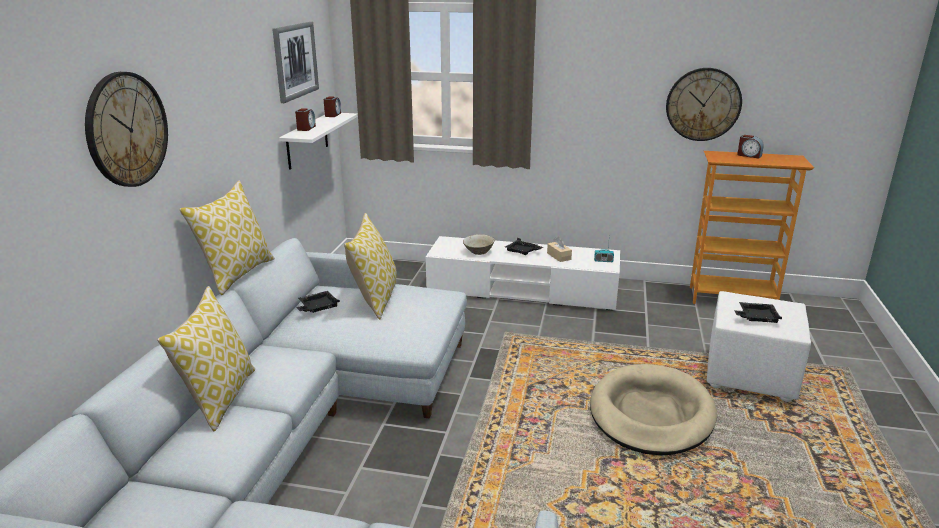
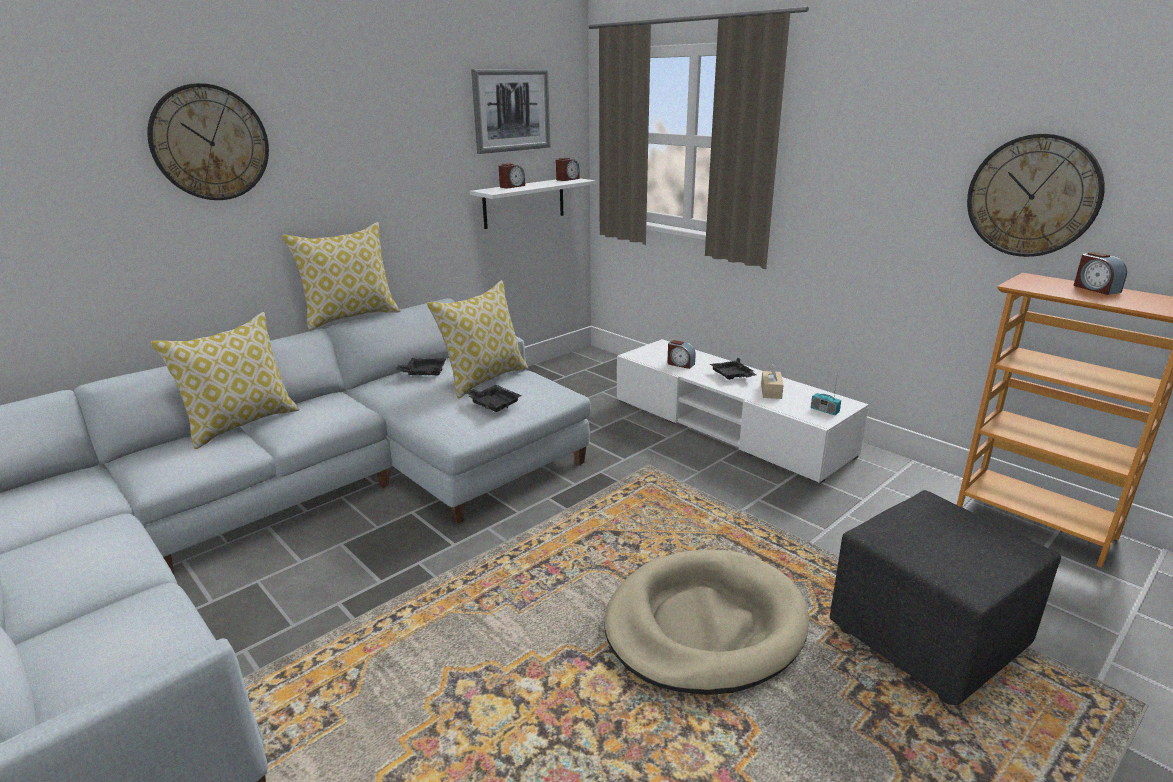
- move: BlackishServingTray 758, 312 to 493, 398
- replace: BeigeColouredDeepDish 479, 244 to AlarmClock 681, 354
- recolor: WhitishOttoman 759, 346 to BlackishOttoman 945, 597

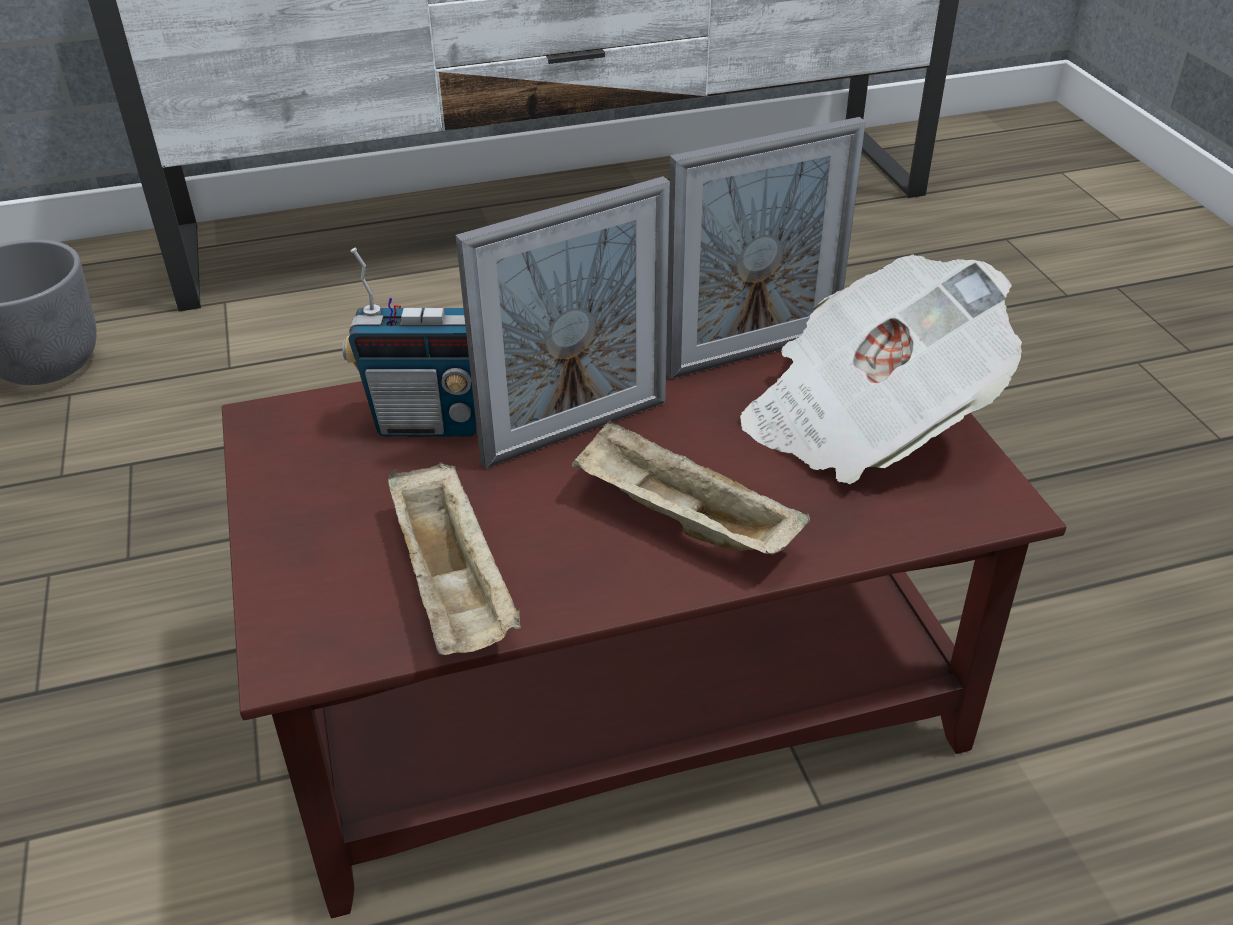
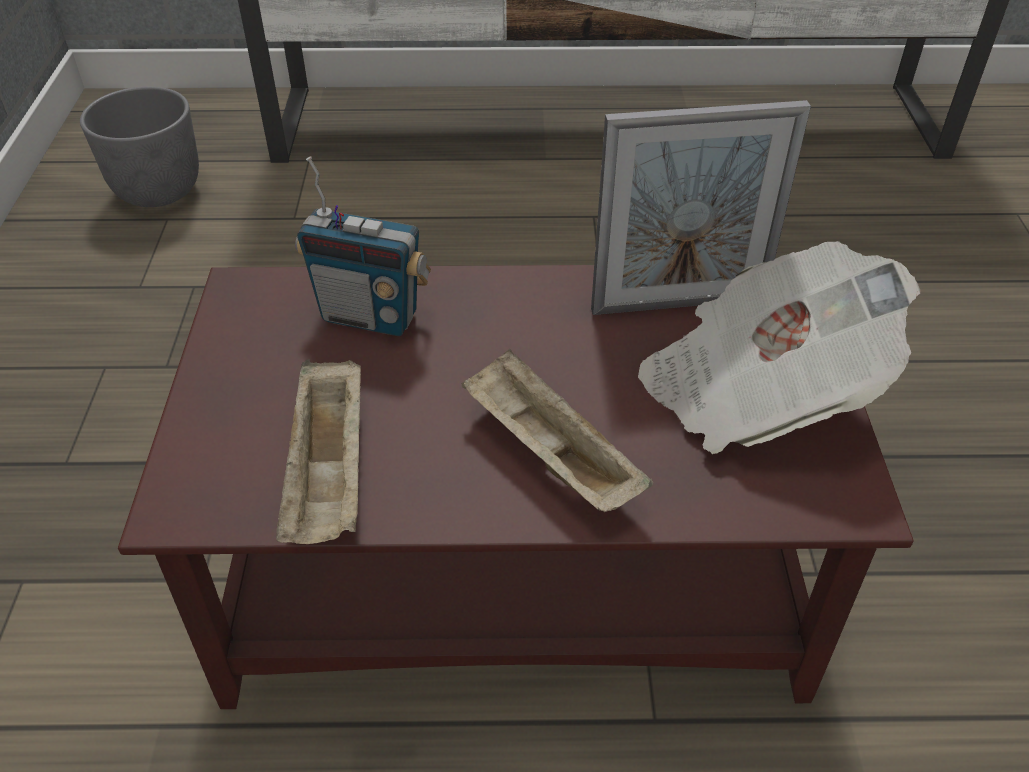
- delete: PhotoFrame 563, 322

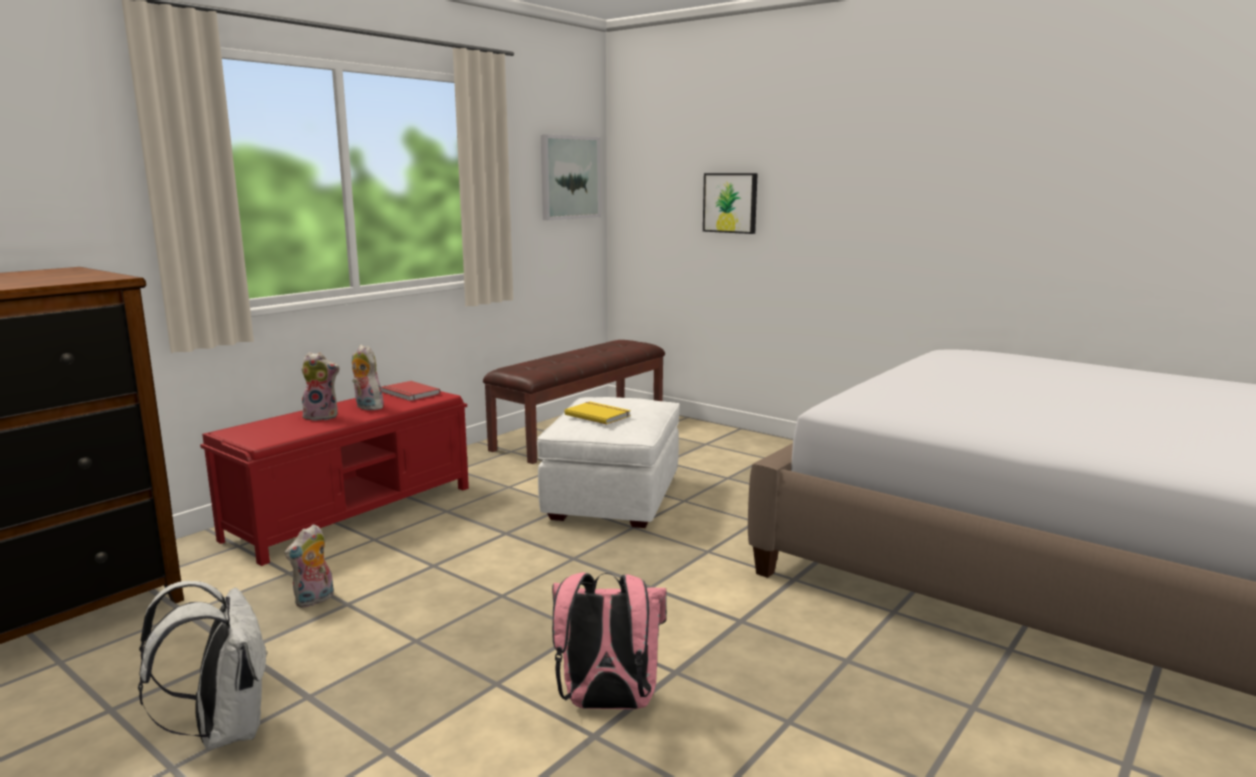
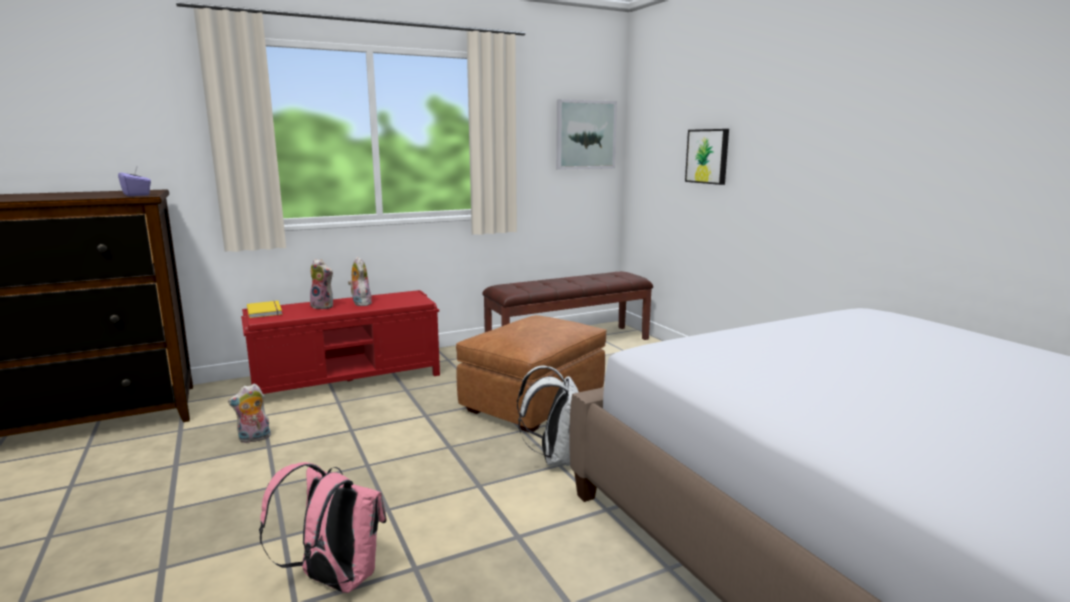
- insert: PurplishTissueHolder 134, 181
- move: YellowColouredVolume 598, 413 to 264, 309
- recolor: WhitishOttoman 608, 462 to BrownOttoman 531, 374
- move: WhitishBackpack 203, 665 to 548, 416
- delete: RedColouredVolume 411, 391

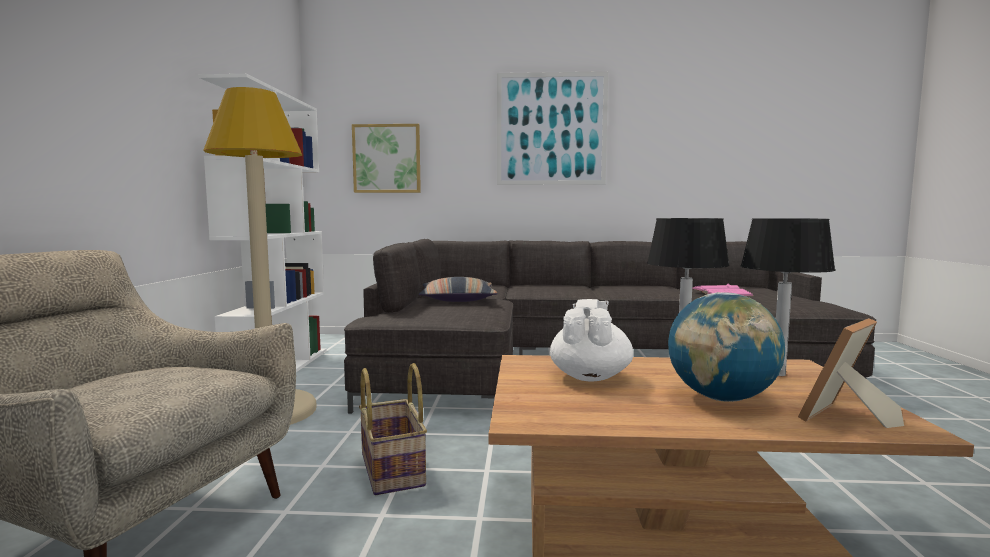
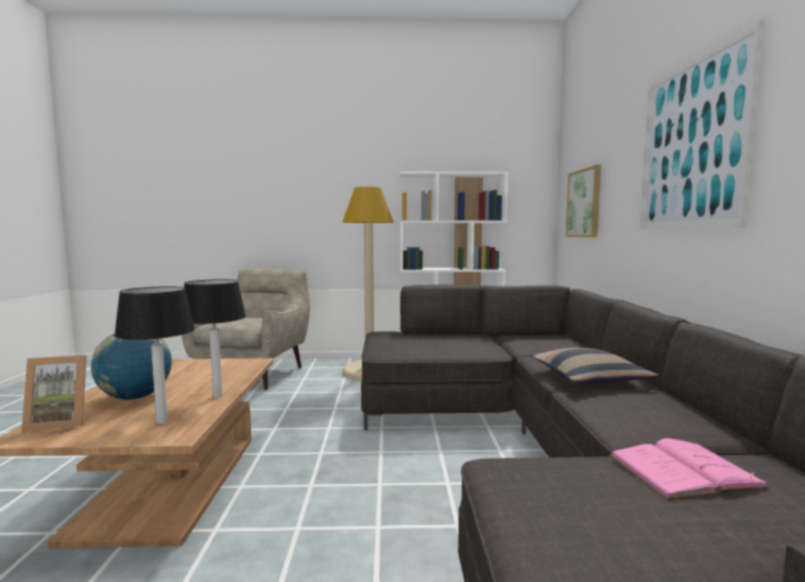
- rotate: PhotoFrame 851, 373 = 54, 393 120 degrees clockwise
- move: ThrowPillow 458, 289 to 594, 366
- delete: Basket 393, 429
- delete: WhitishTeaPot 591, 340

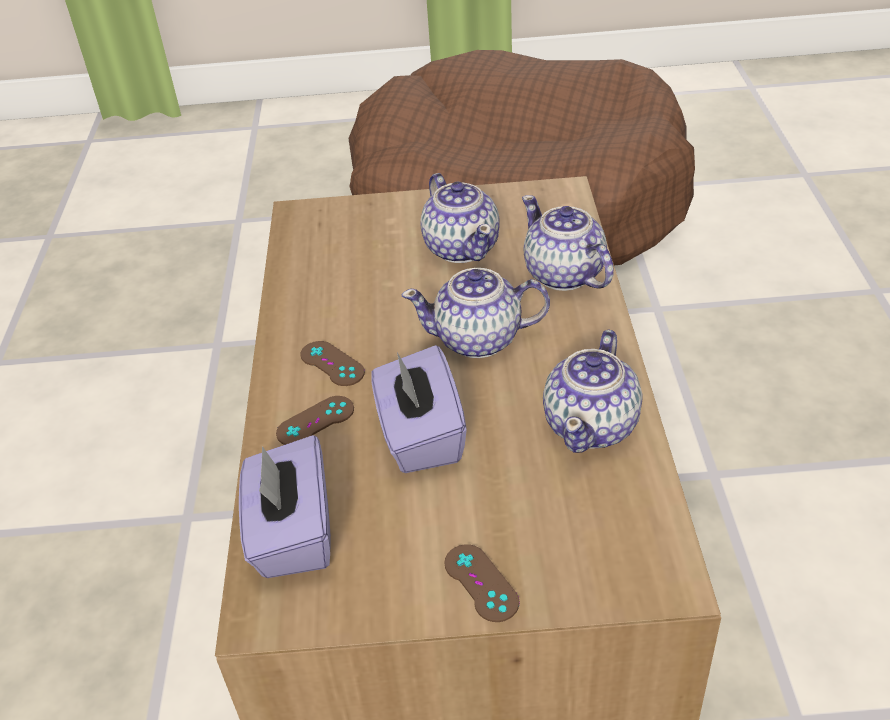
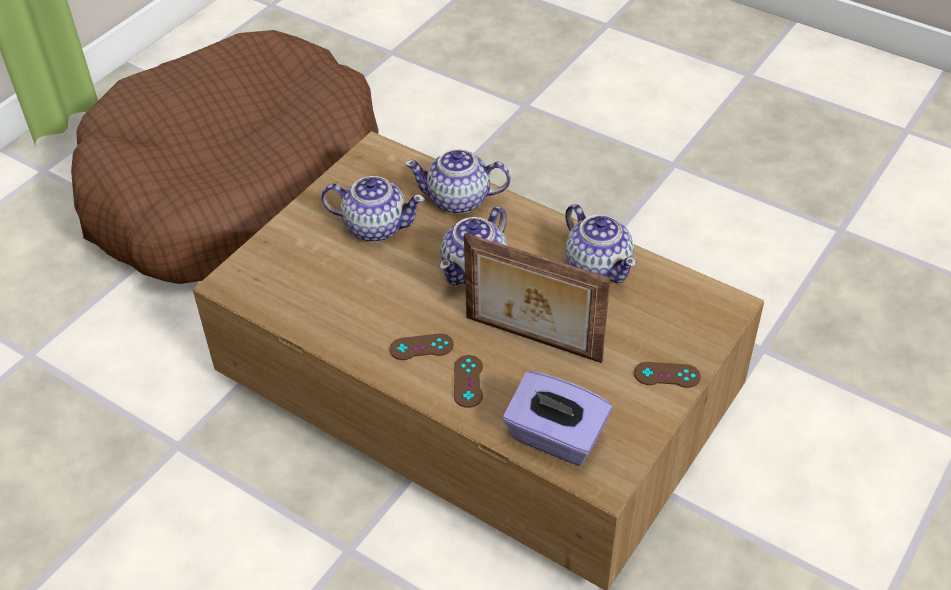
- replace: PurplishTissueHolder 419, 409 to PhotoFrame 537, 298

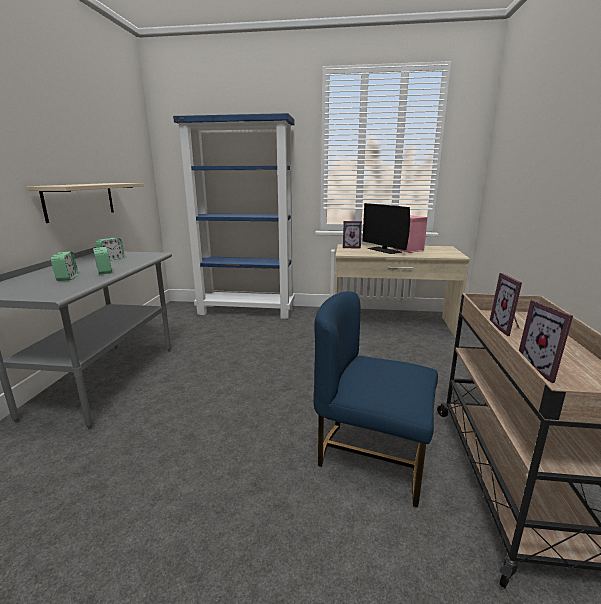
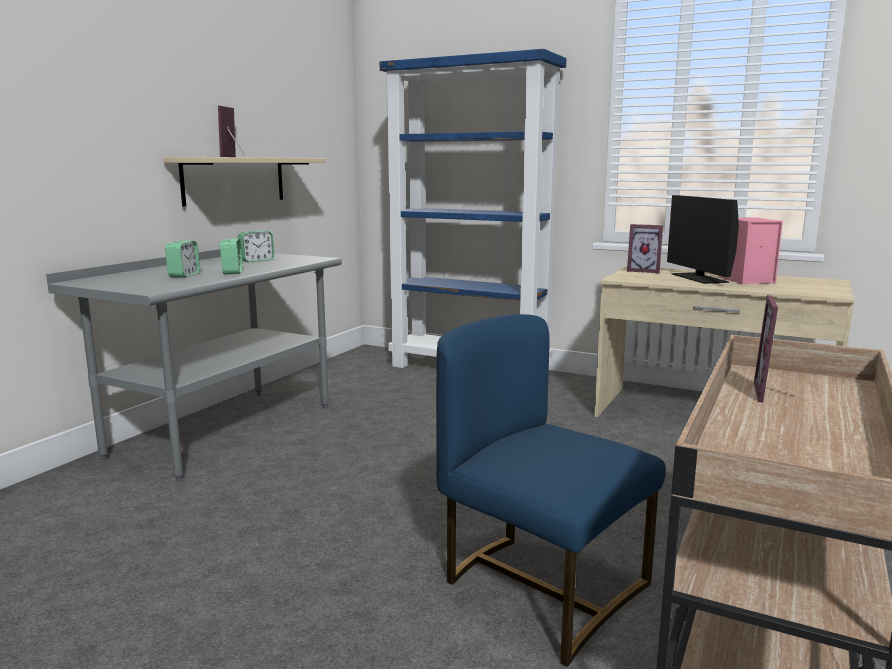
- move: PhotoFrame 546, 341 to 231, 131

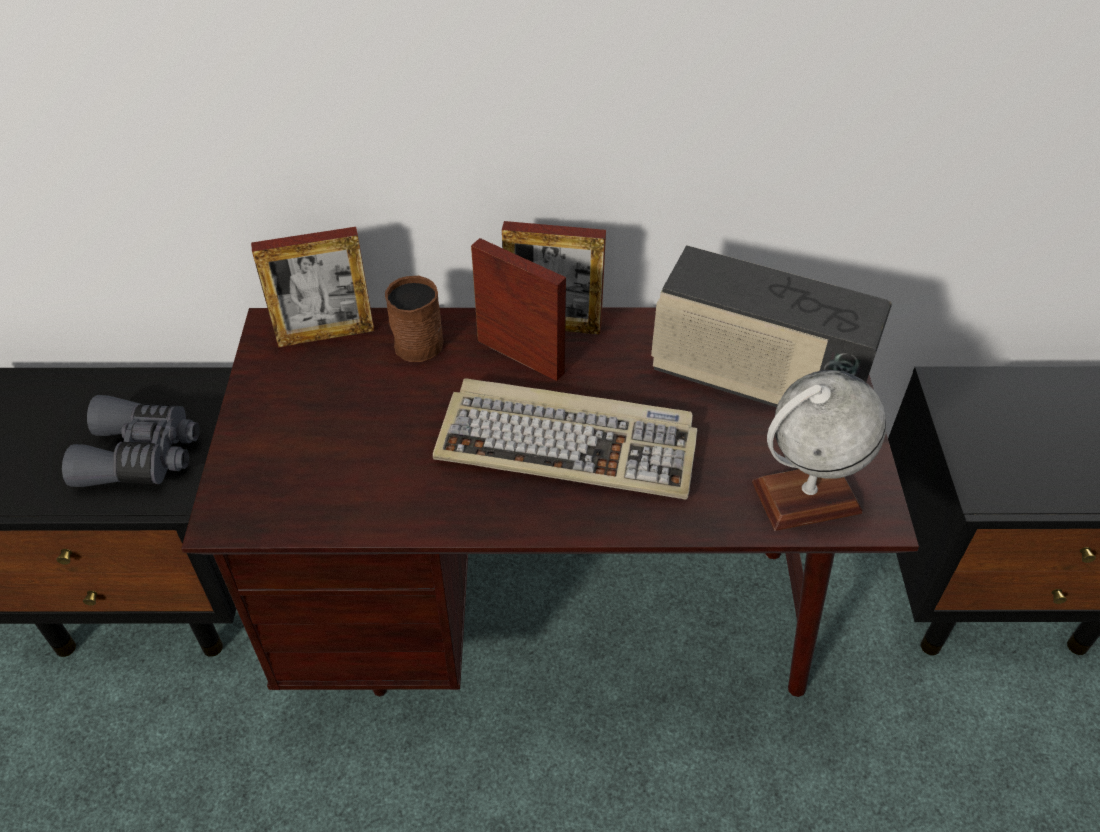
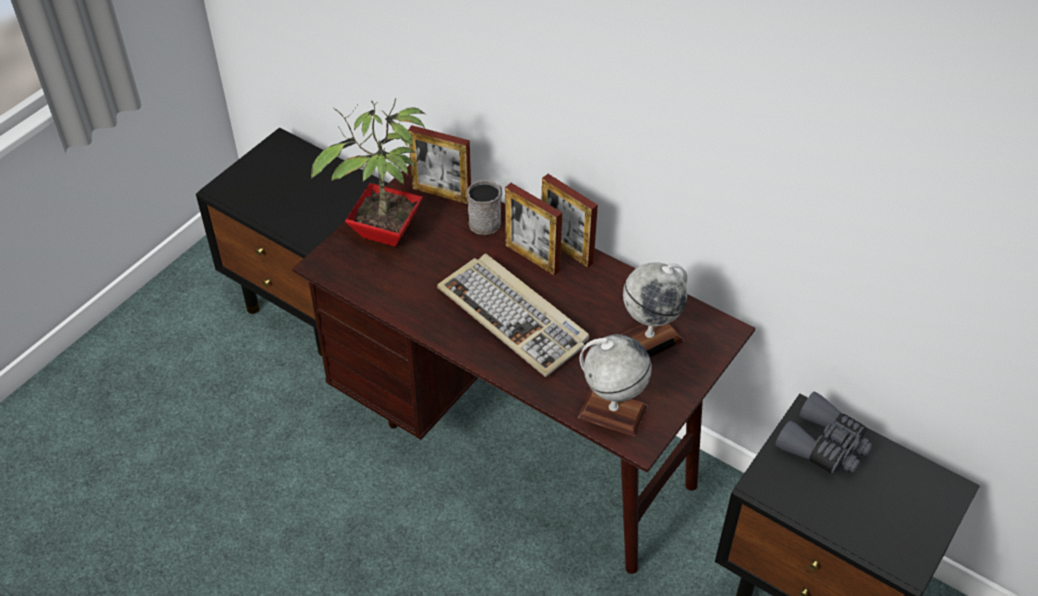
- insert: PlantInAPot 368, 172
- recolor: BrownCoffeeMug 414, 319 to GreyishCoffeeMug 484, 207
- rotate: PhotoFrame 518, 309 = 533, 229 150 degrees clockwise
- replace: RadioReceiver 771, 326 to Globe 654, 310
- move: GreyishBinoculars 131, 441 to 824, 433

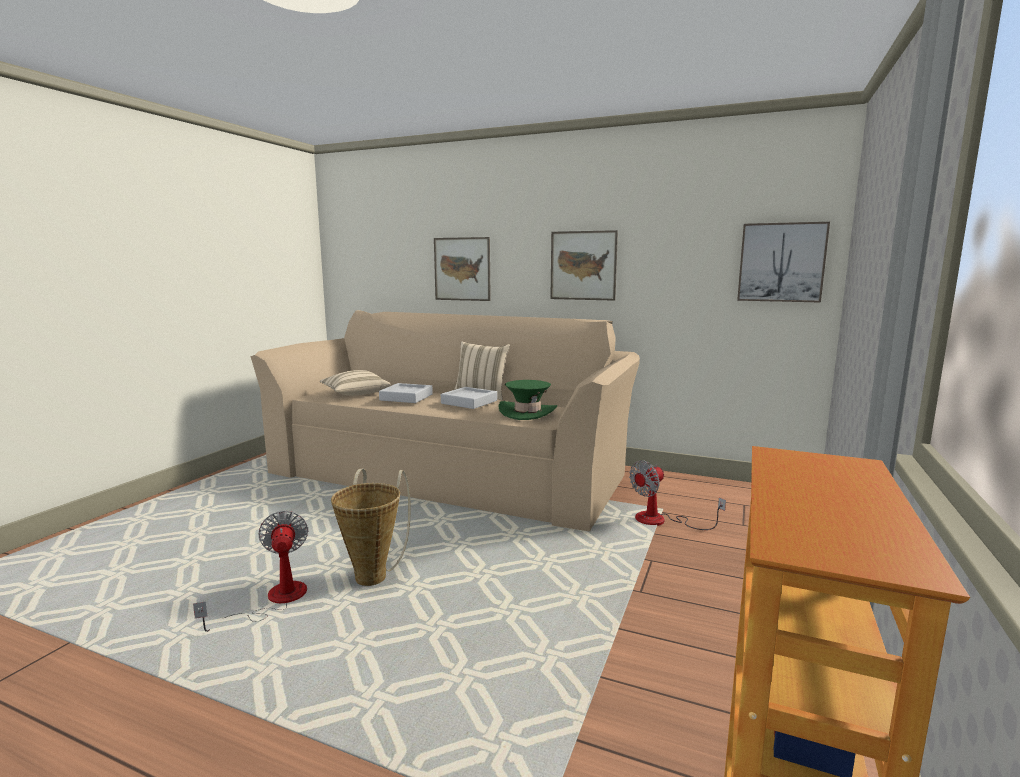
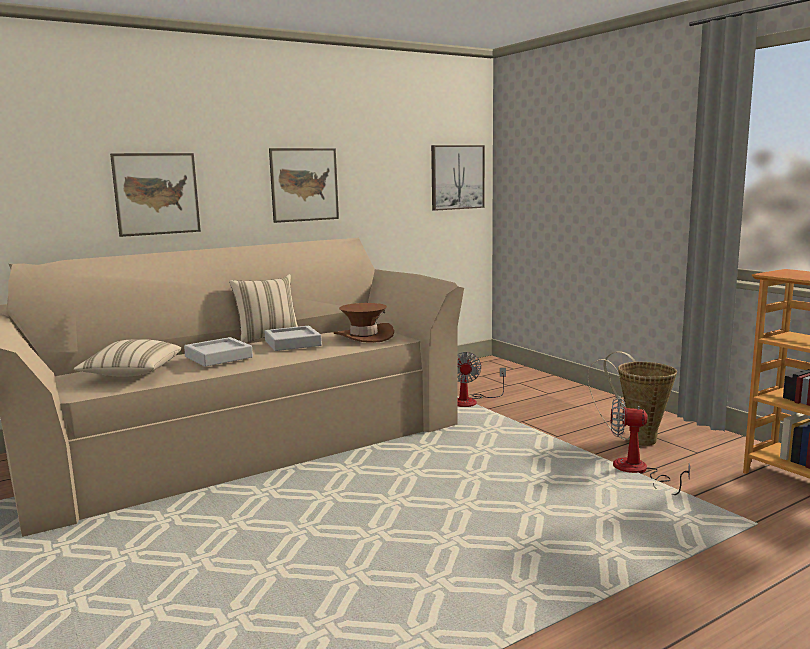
- recolor: GreenColouredHat 527, 400 to BrownHat 364, 323
- move: Basket 371, 527 to 632, 398
- move: Fan 250, 571 to 650, 445

